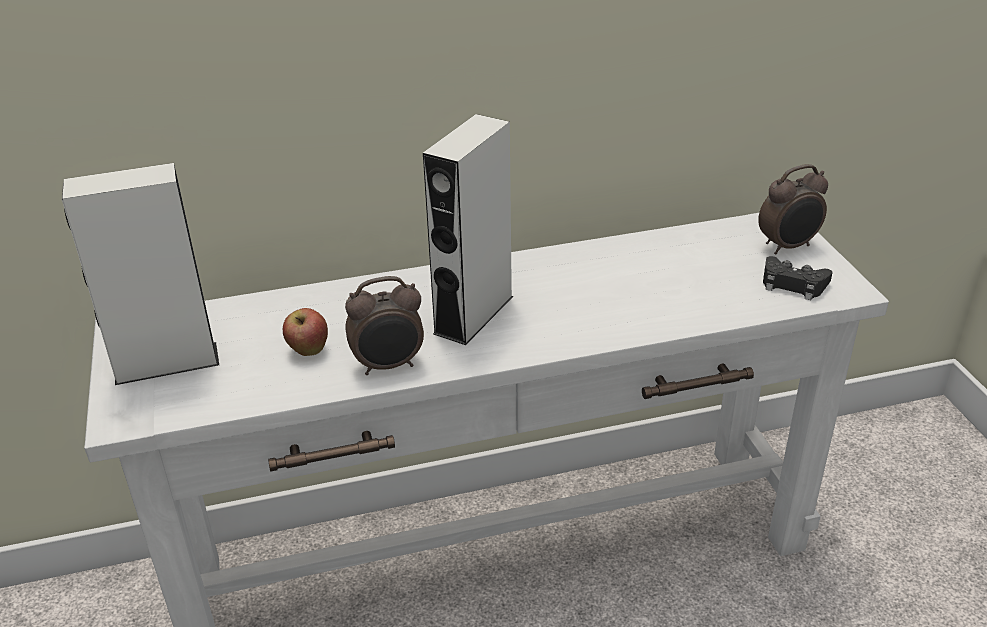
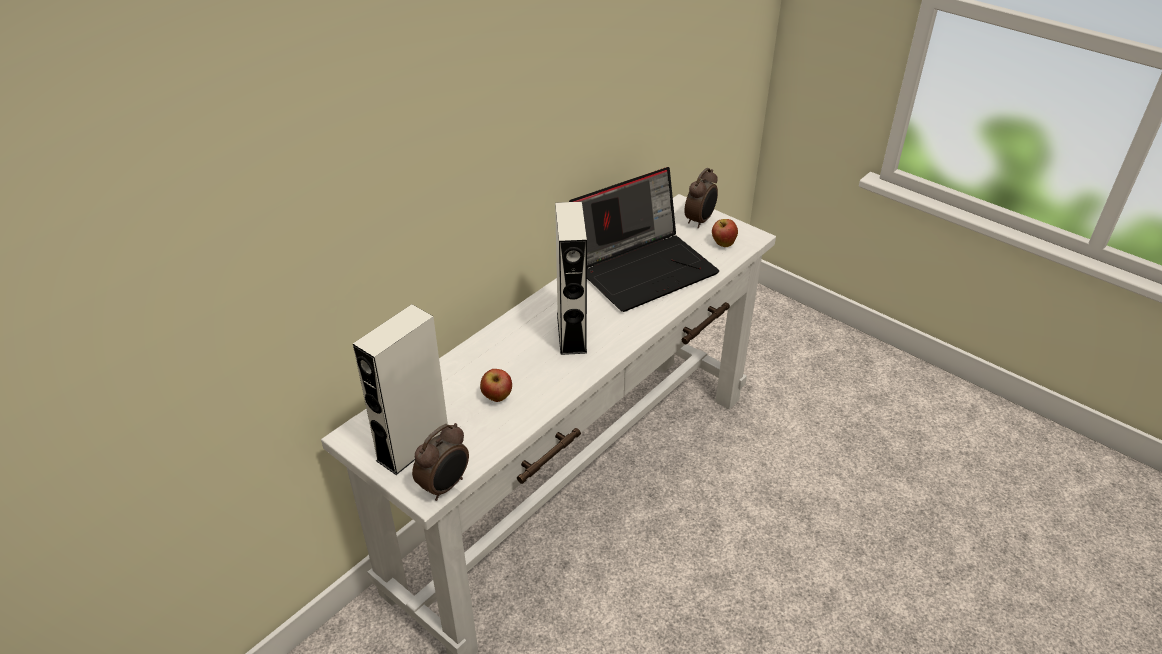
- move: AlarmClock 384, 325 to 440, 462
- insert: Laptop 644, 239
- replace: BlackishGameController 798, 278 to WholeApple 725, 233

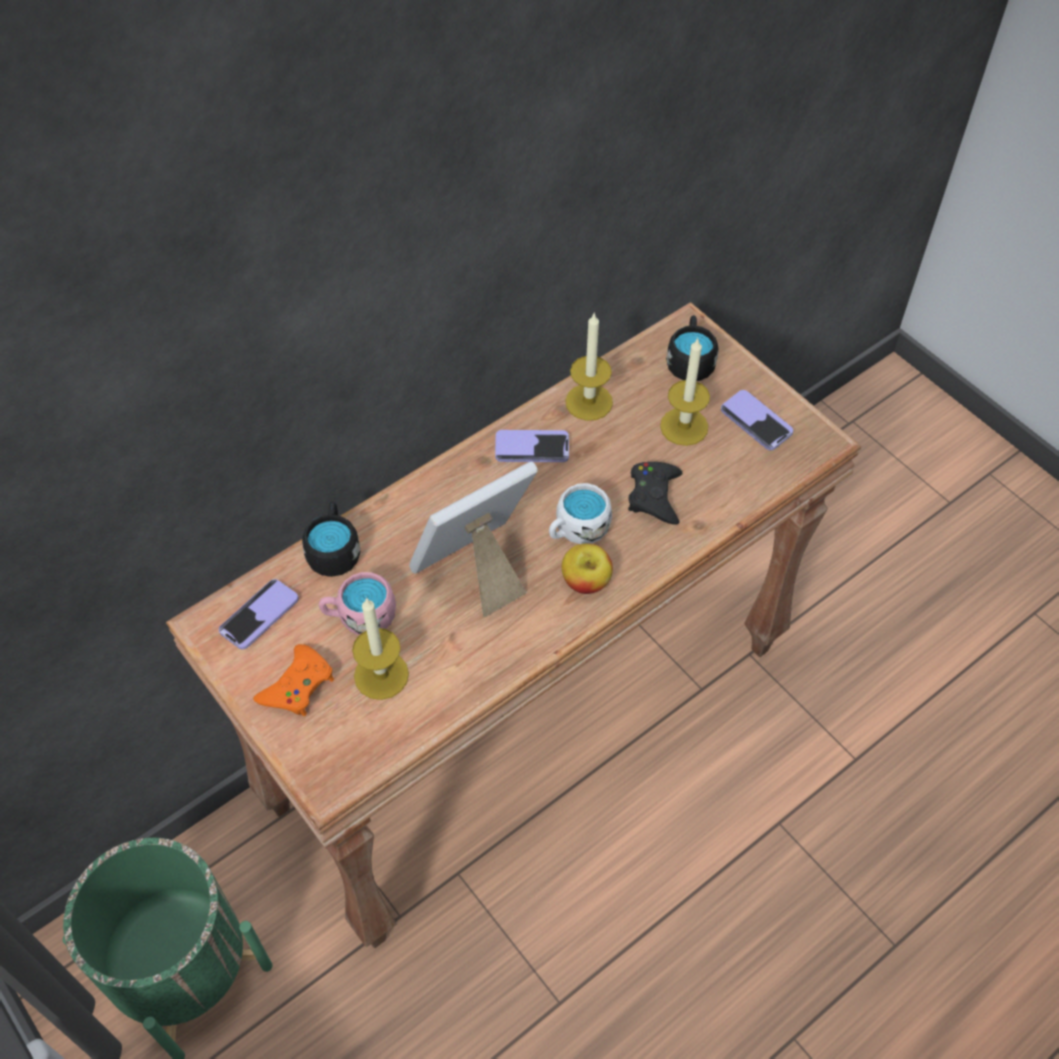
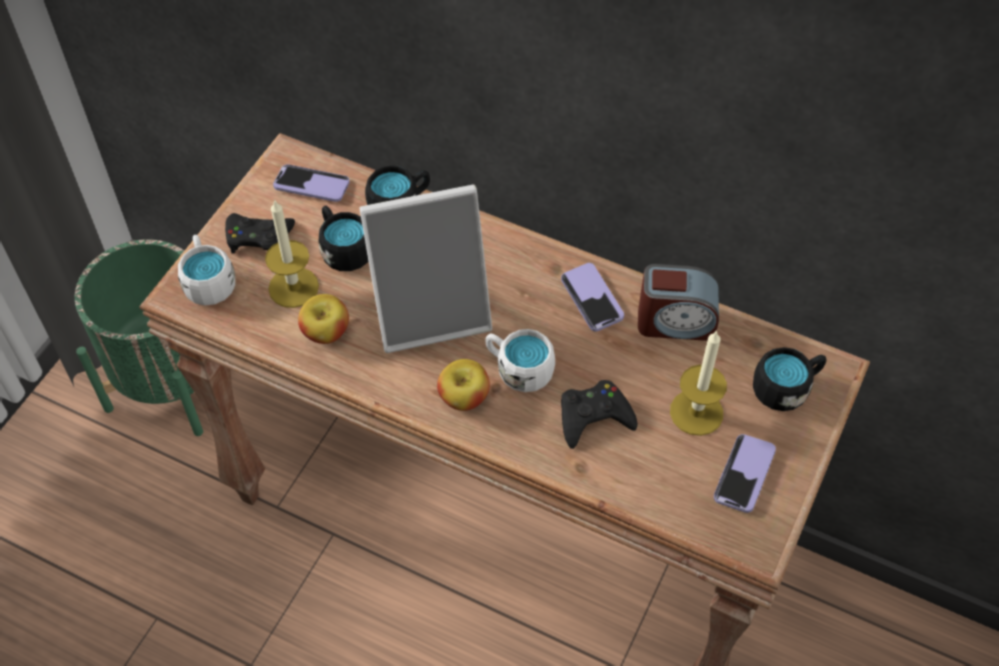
- insert: WhitishCoffeeMug 206, 270
- recolor: OrangeyGameController 293, 680 to BlackishGameController 260, 233
- insert: WholeApple 323, 319
- recolor: PinkCoffeeMug 357, 603 to BlackishCoffeeMug 343, 238
- rotate: PhotoFrame 473, 540 = 425, 269 135 degrees clockwise
- replace: WaxCandle 589, 366 to AlarmClock 678, 302

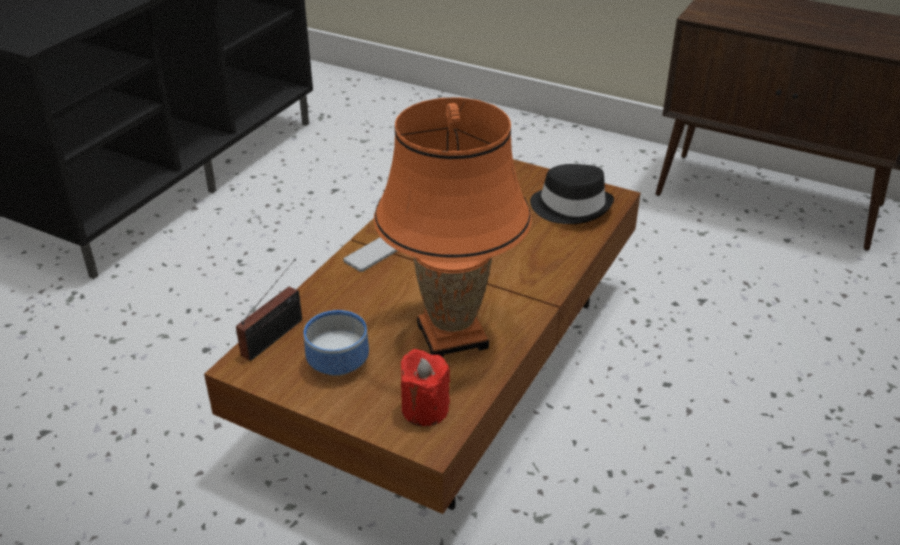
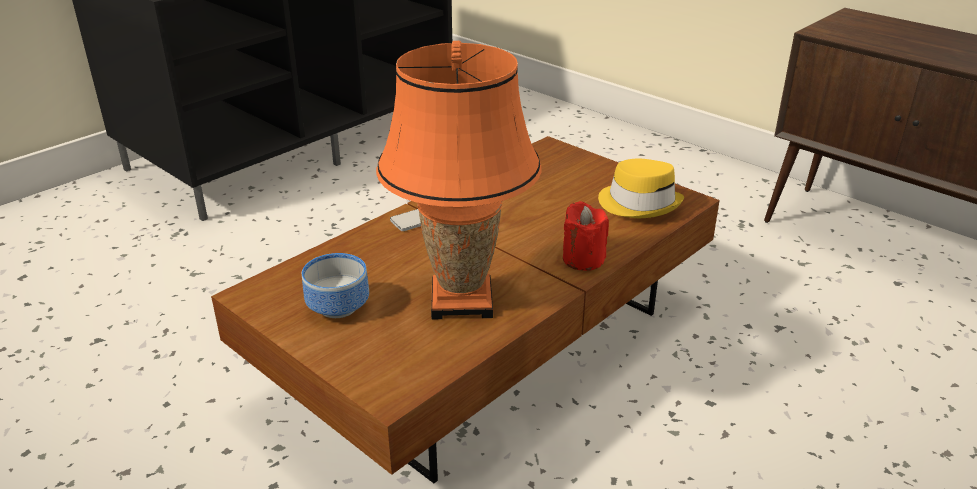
- move: RedColouredWaxCandle 425, 387 to 586, 236
- recolor: BlackishHat 572, 194 to YellowColouredHat 641, 188
- delete: RadioReceiver 269, 310

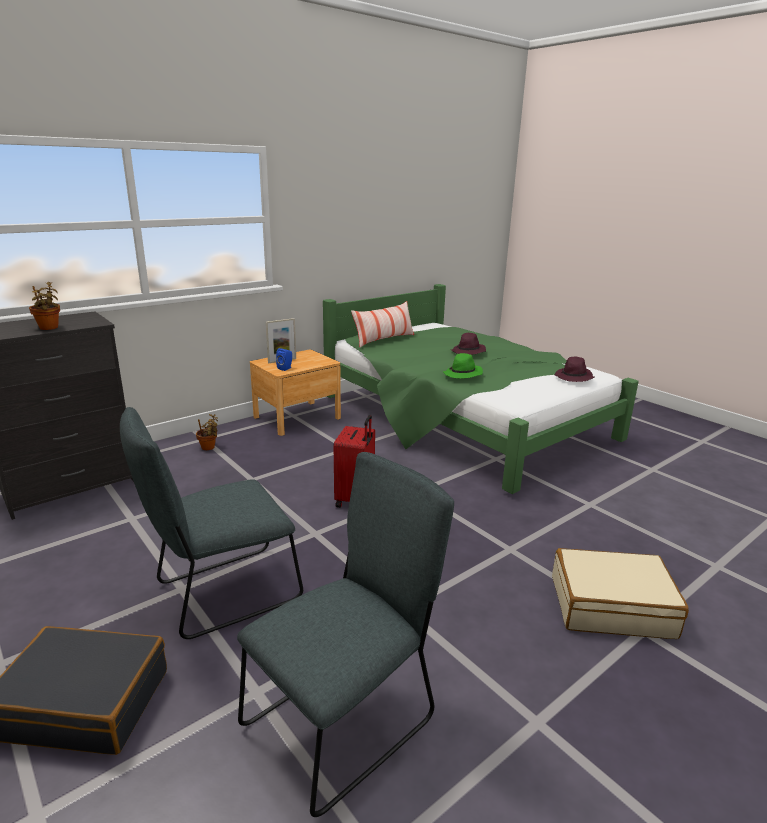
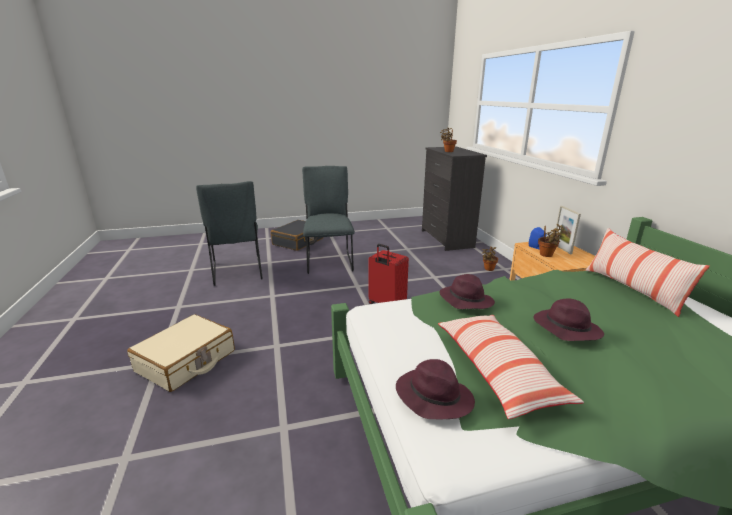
- insert: ThrowPillow 511, 367
- recolor: GreenColouredHat 463, 366 to PurplishHat 467, 291
- insert: PlantInAPot 551, 240

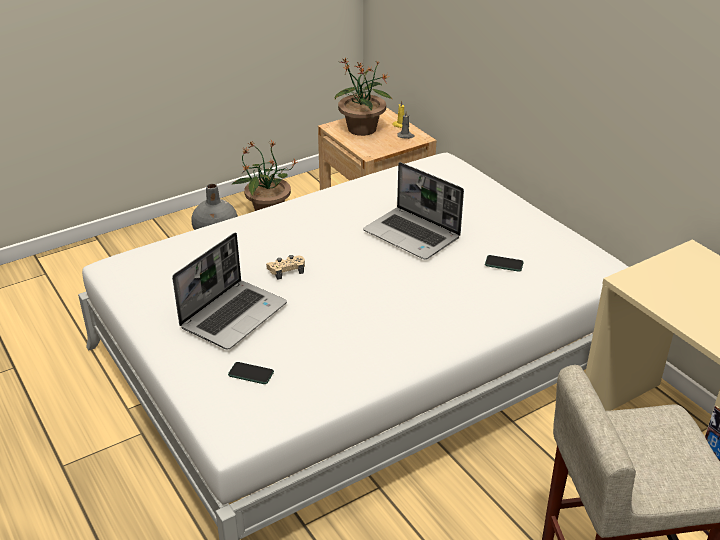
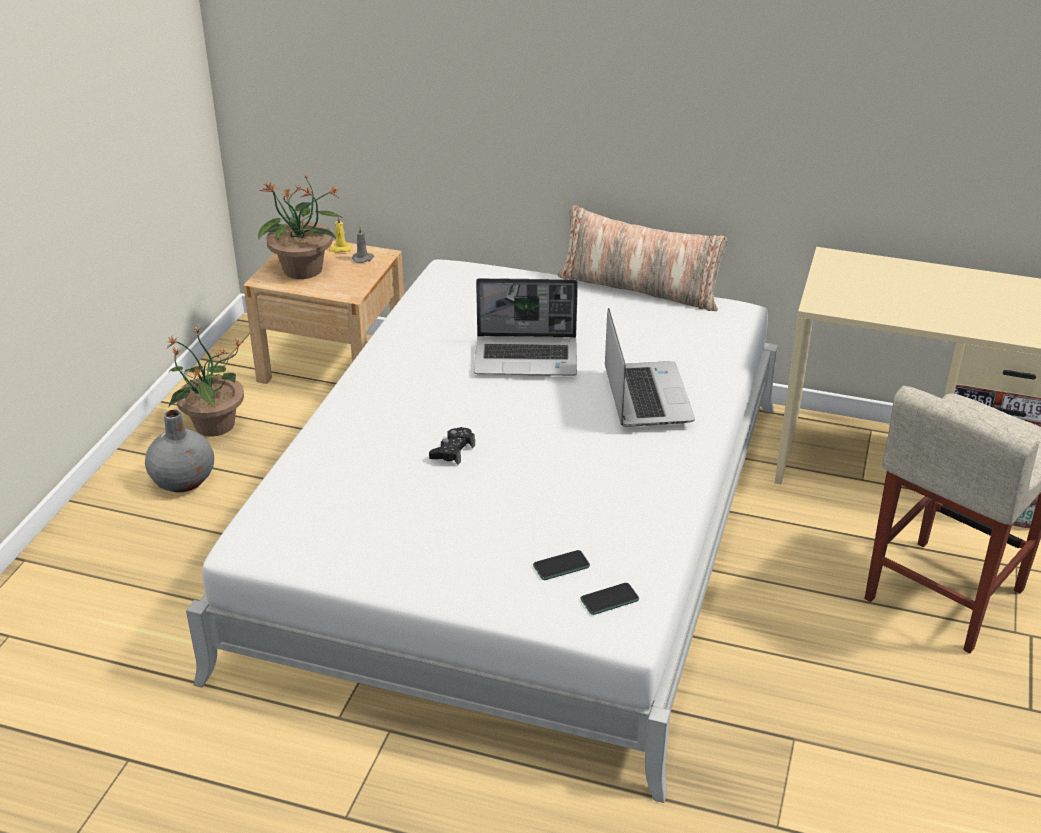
- recolor: BeigeColouredGameController 285, 267 to BlackishGameController 452, 446
- insert: ThrowPillow 642, 258
- move: Handset 504, 263 to 609, 599
- move: Laptop 229, 290 to 650, 367

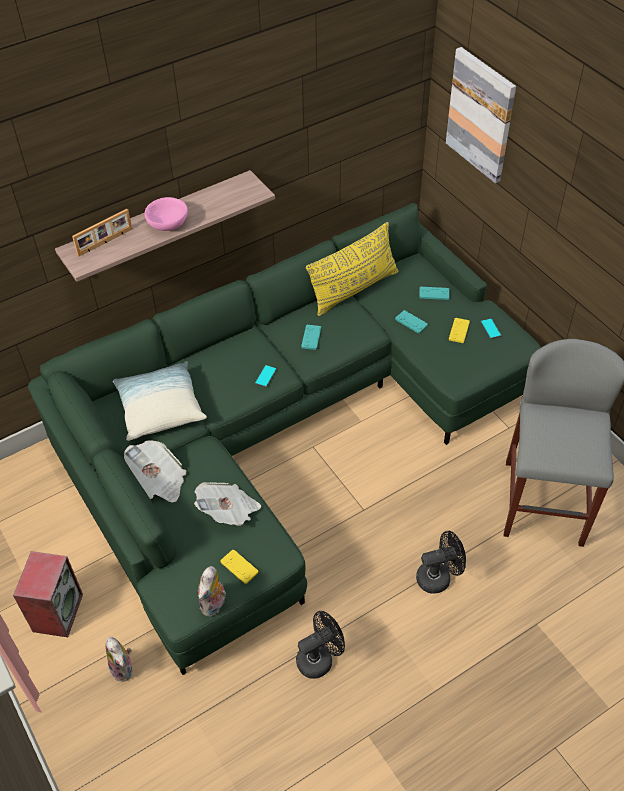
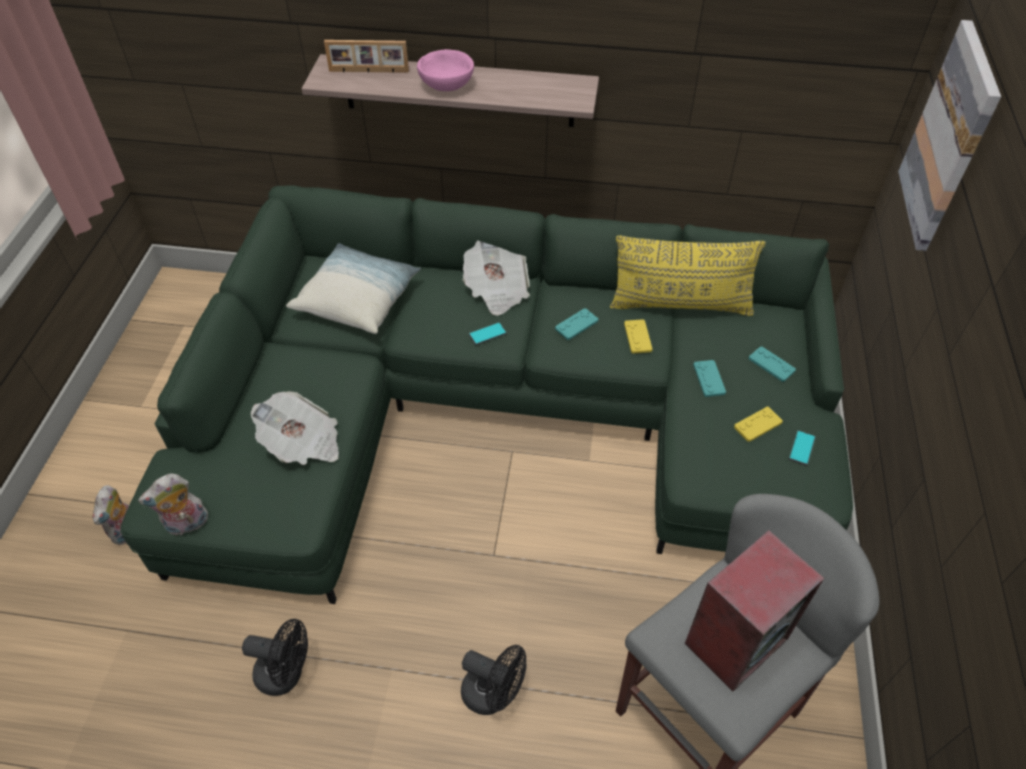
- move: DailyPaper 155, 471 to 496, 278
- move: YellowColouredGameController 239, 567 to 638, 336
- move: Loudspeaker 48, 594 to 754, 611

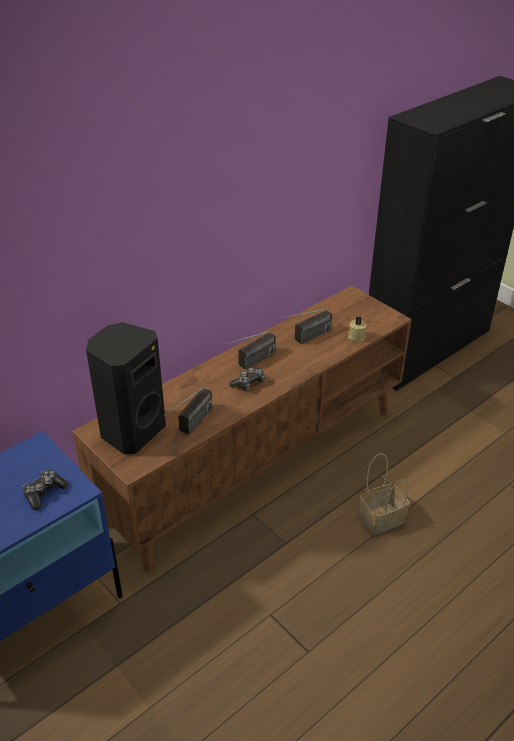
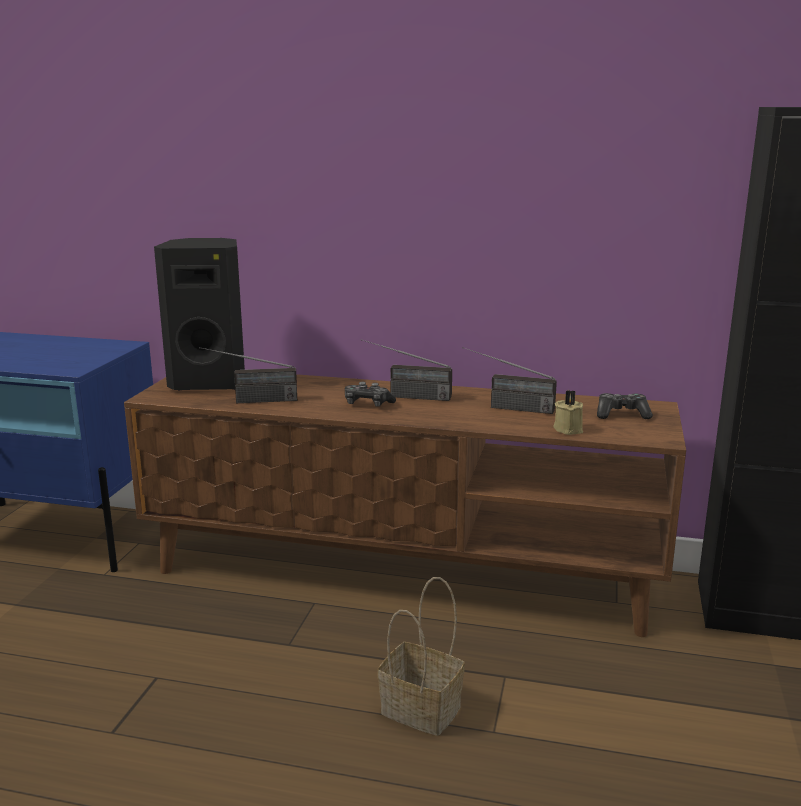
- move: GameController 45, 490 to 625, 406

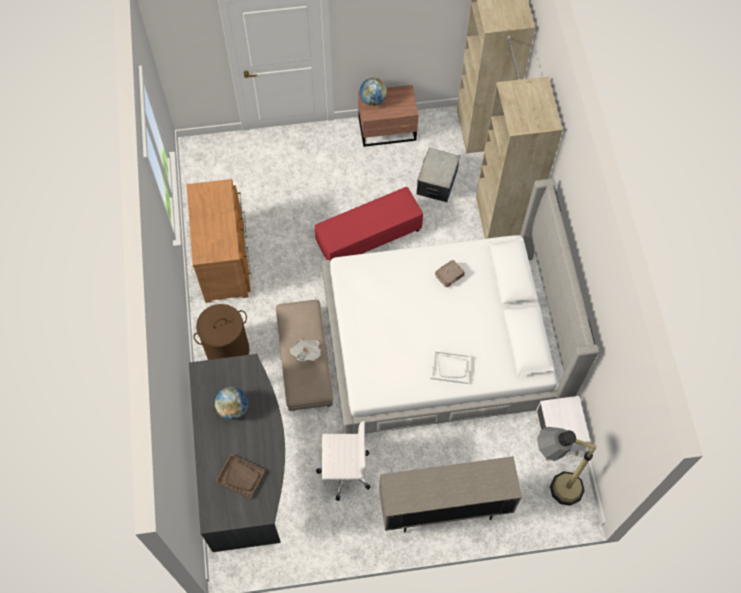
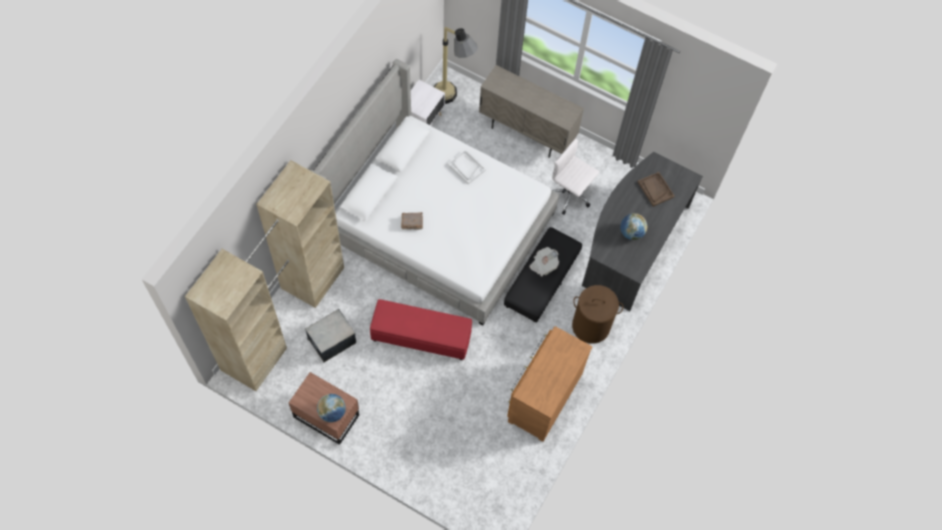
- recolor: BeigeColouredOttoman 304, 355 to BlackishOttoman 543, 275

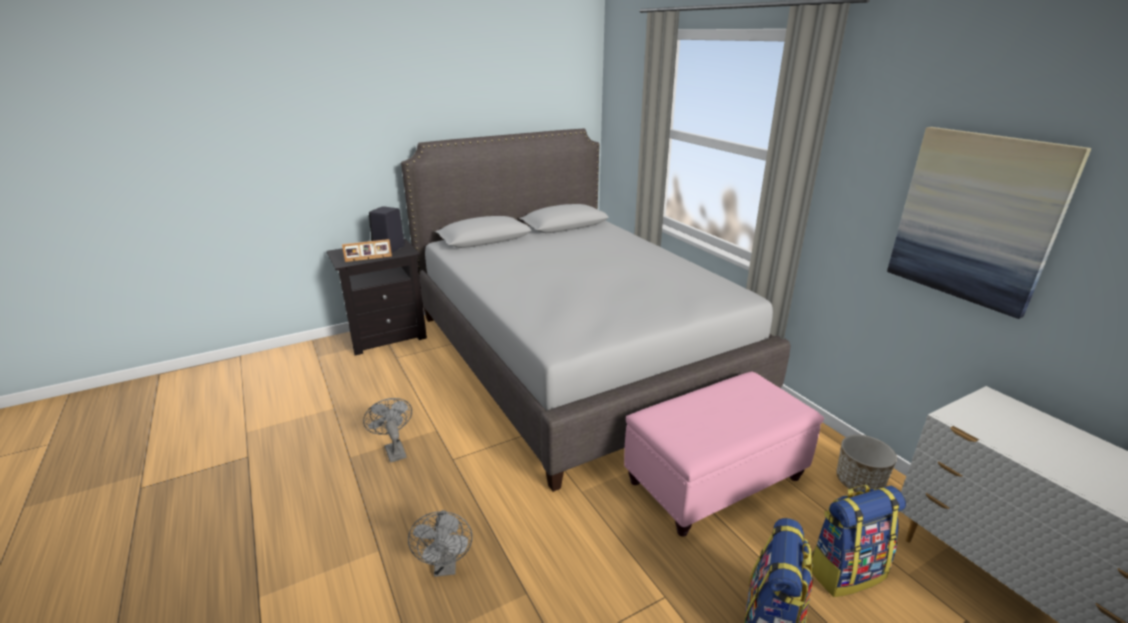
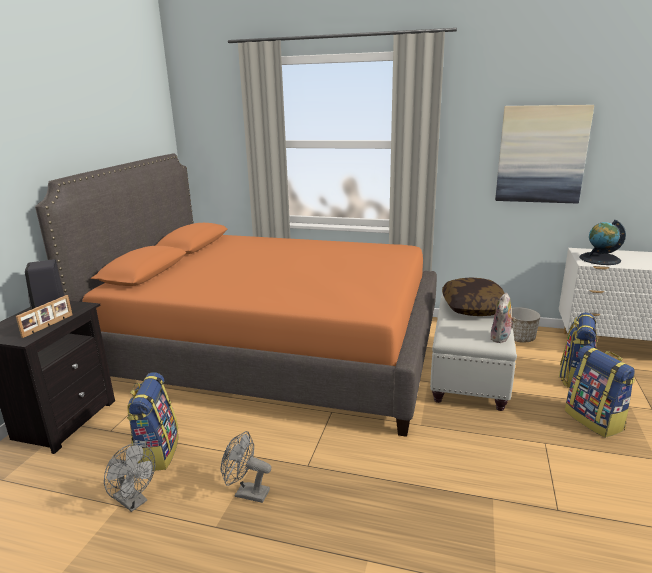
- recolor: GreyishSleepingBed 595, 310 to OrangeySleepingBed 236, 295
- move: GreyishFan 440, 543 to 129, 477
- insert: Backpack 152, 421
- recolor: PinkOttoman 724, 454 to WhitishOttoman 473, 352
- insert: ThrowPillow 473, 296
- insert: CuddlyToy 503, 318
- insert: Globe 602, 242

